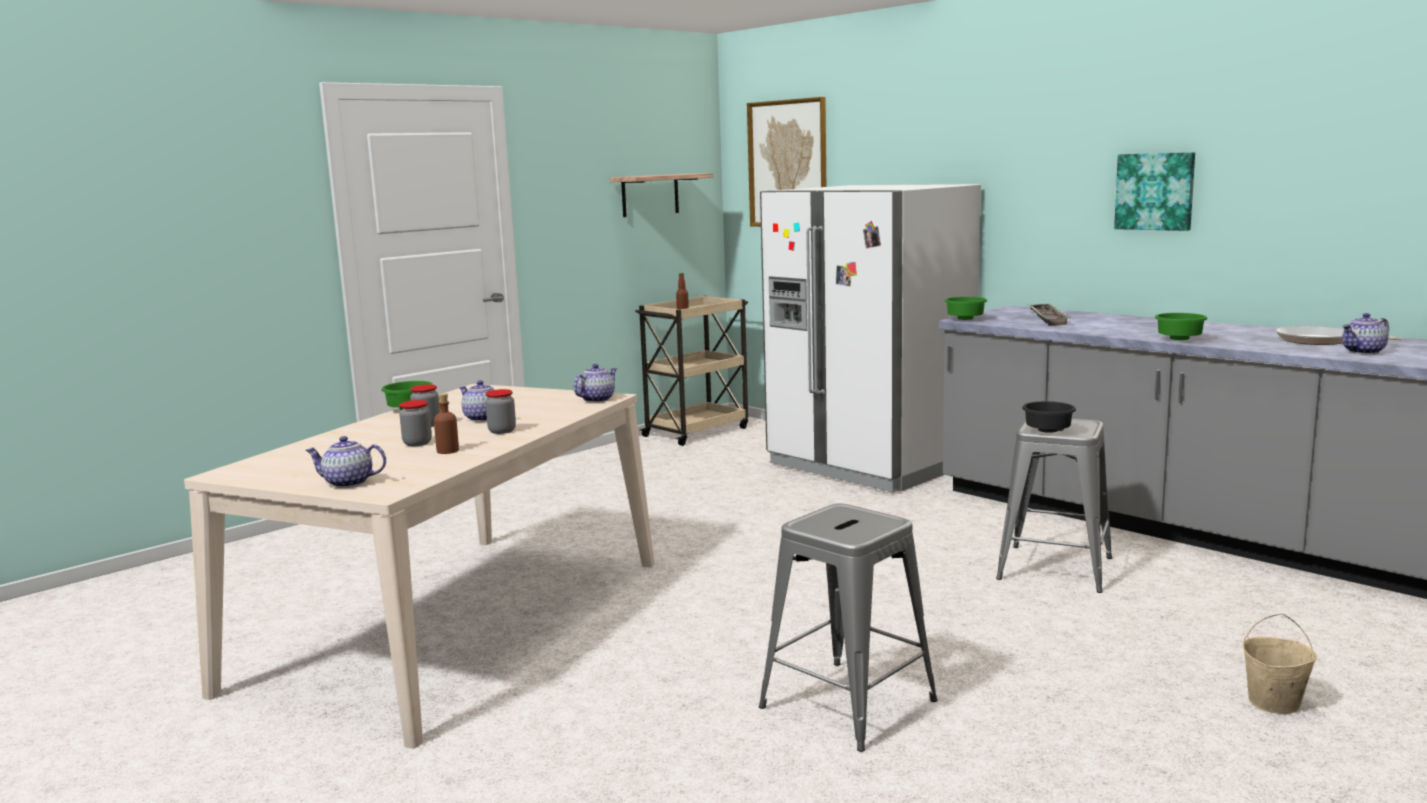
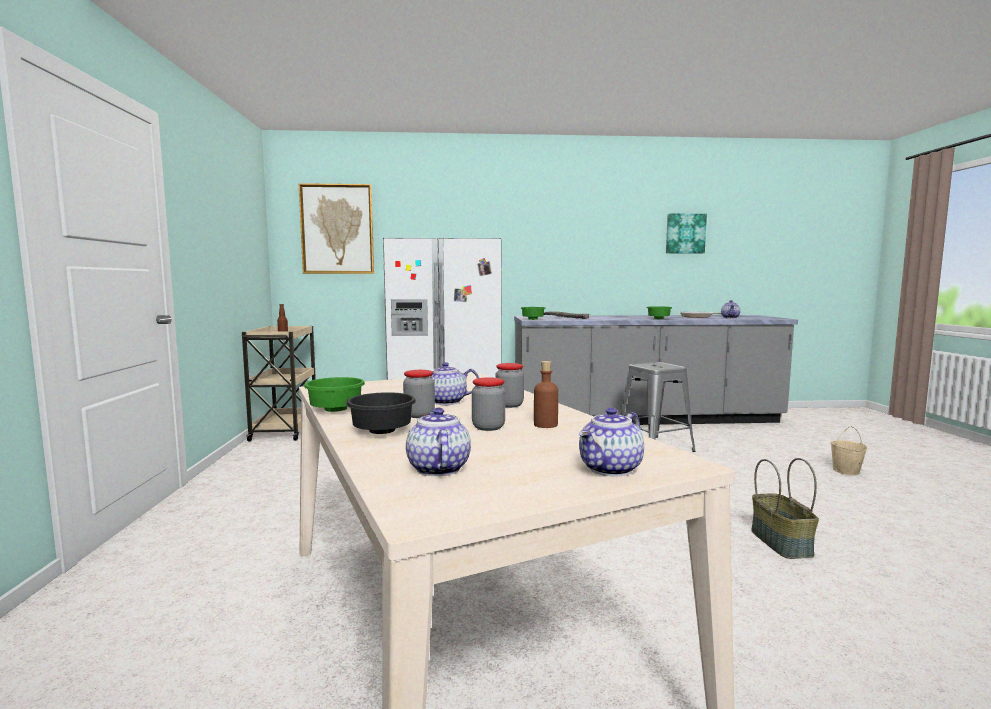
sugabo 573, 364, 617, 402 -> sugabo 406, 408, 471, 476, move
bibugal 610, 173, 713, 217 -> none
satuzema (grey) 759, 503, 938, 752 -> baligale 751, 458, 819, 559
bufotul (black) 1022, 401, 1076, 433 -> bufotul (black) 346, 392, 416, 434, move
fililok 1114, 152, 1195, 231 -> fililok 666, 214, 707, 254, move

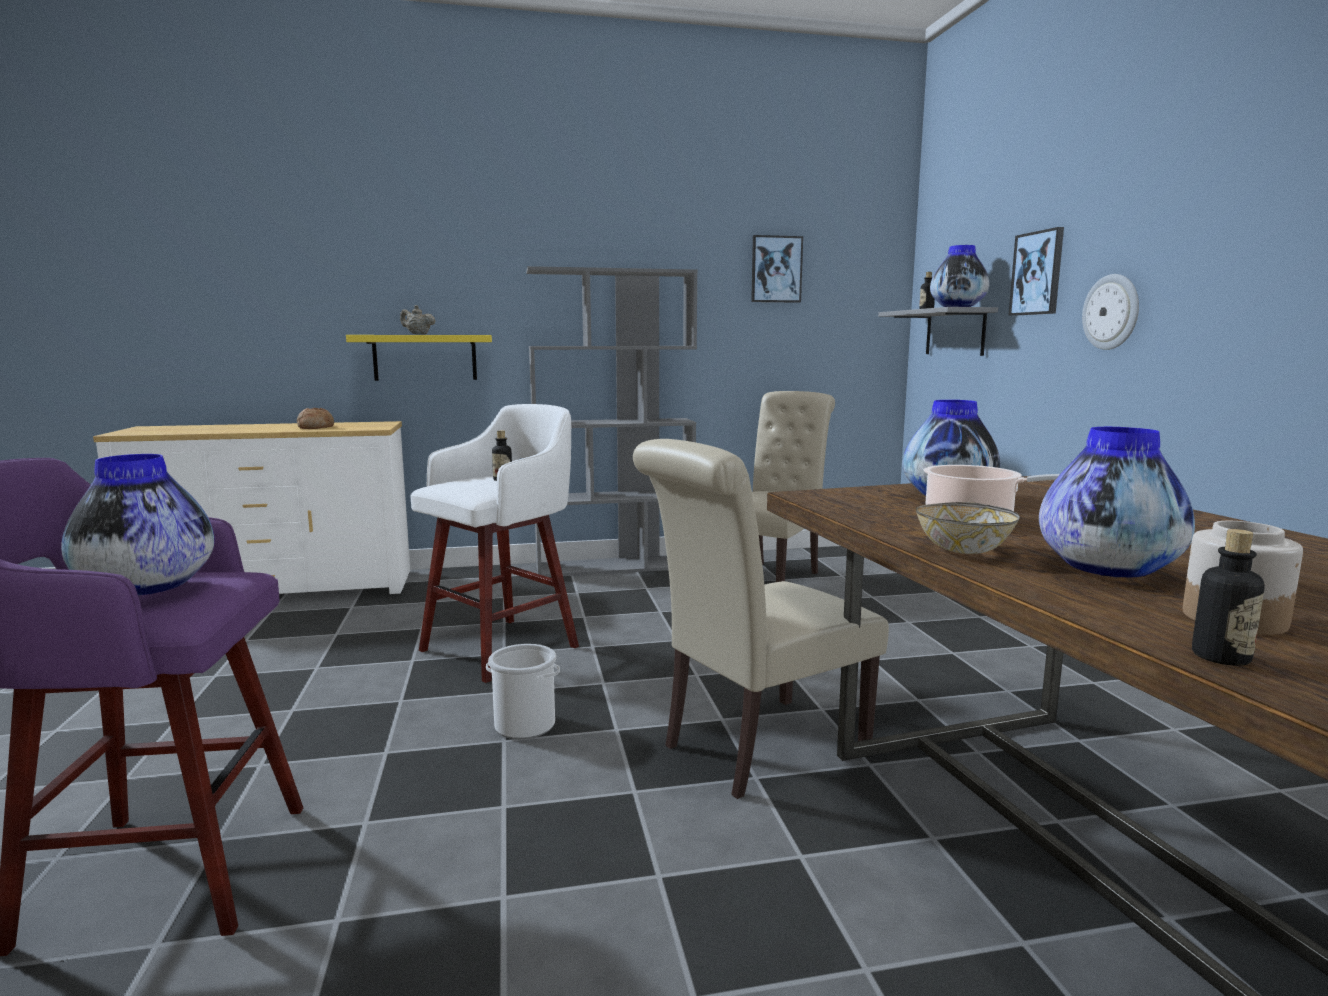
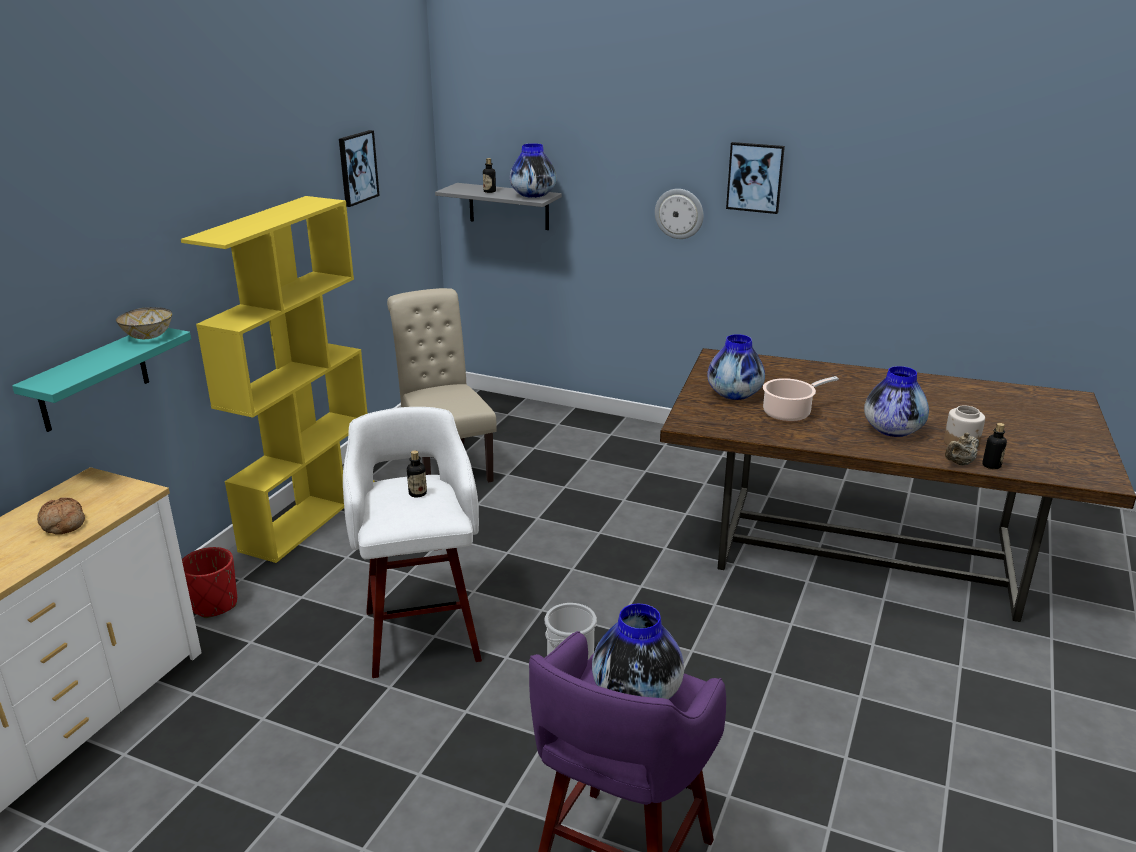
bibugal (yellow) 346, 335, 492, 381 -> bibugal (turquoise) 12, 328, 191, 432
sugabo (beige) 400, 305, 436, 335 -> sugabo (beige) 945, 433, 979, 465, move
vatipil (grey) 526, 266, 698, 577 -> vatipil (yellow) 181, 196, 375, 563
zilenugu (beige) 633, 439, 889, 799 -> none
bufotul 916, 502, 1020, 554 -> bufotul 116, 307, 172, 339, move
fililok 1009, 227, 1064, 316 -> fililok 726, 142, 785, 214, move
none -> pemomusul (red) 182, 547, 237, 618

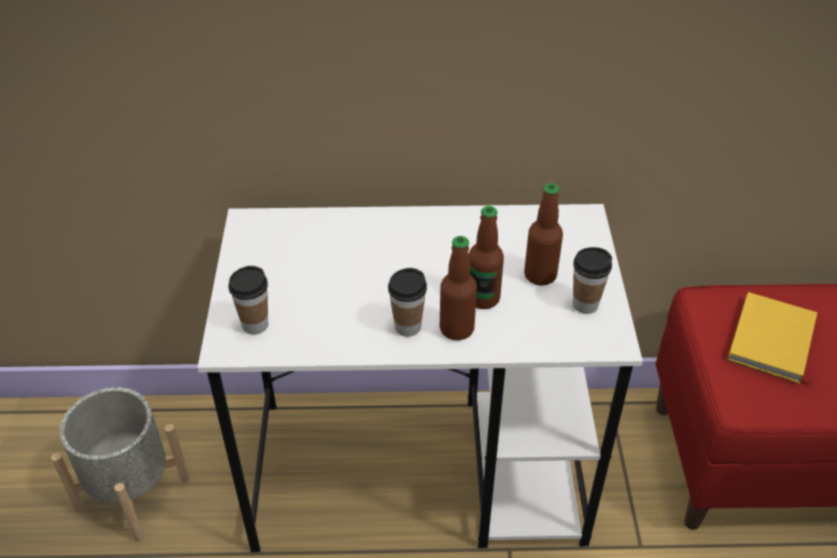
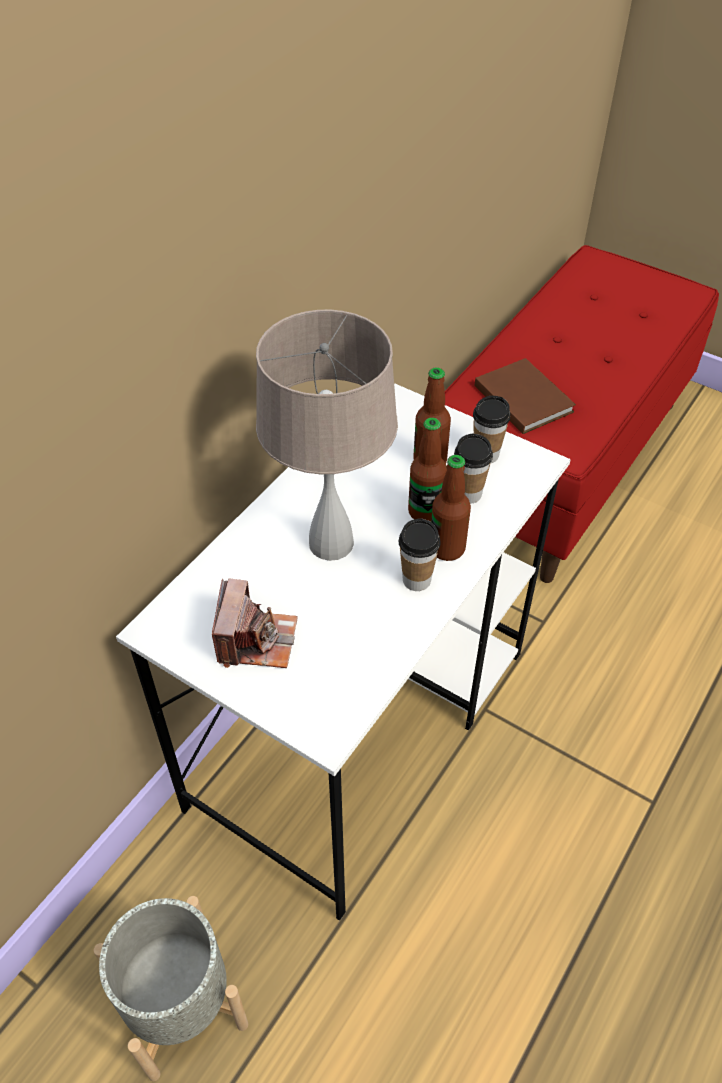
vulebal 228, 266, 268, 335 -> vulebal 454, 434, 493, 504, move
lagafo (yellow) 727, 292, 817, 384 -> lagafo (brown) 475, 358, 576, 434
none -> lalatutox 212, 578, 298, 668
none -> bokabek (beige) 256, 310, 398, 561

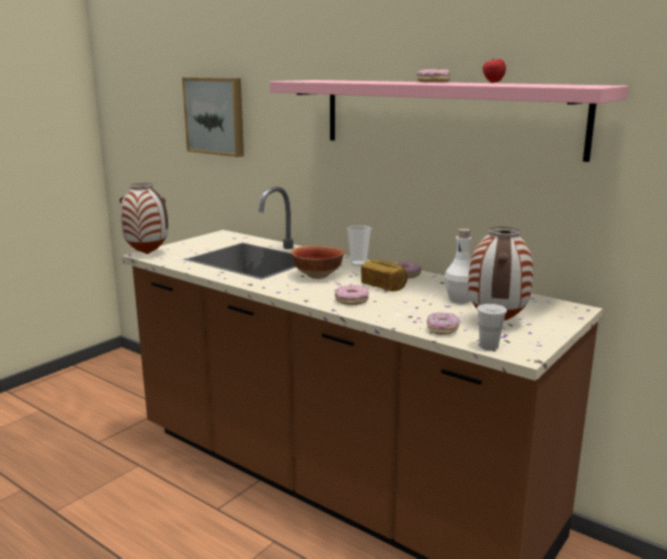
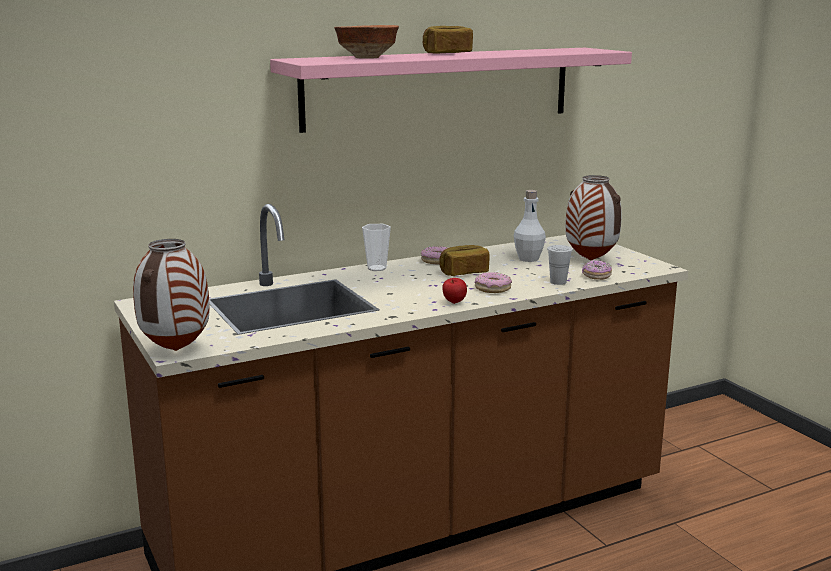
fililok 182, 77, 244, 157 -> none
bufotul 291, 246, 344, 279 -> bufotul 334, 25, 399, 59, move
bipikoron 417, 69, 450, 82 -> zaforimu 423, 26, 473, 54
vulebal (white) 477, 304, 507, 350 -> vulebal (white) 547, 245, 573, 285, move
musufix 483, 58, 506, 83 -> musufix 442, 278, 467, 304, move

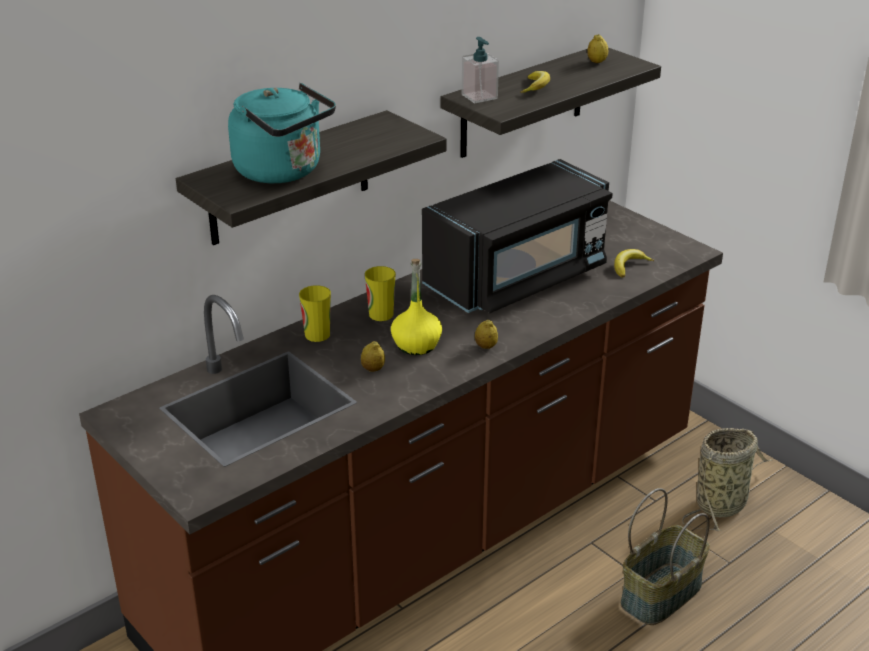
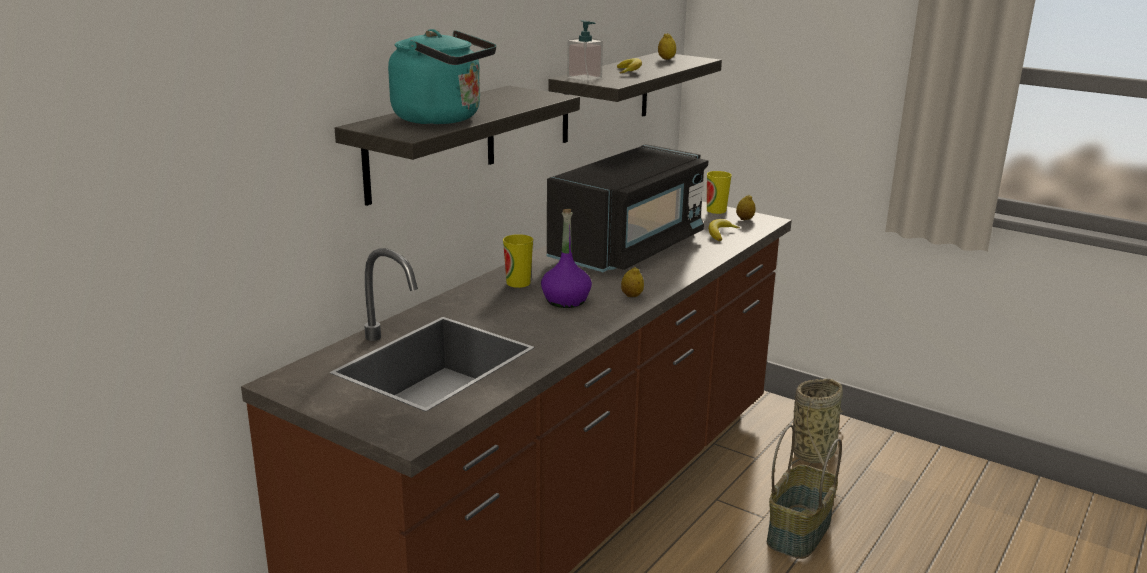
vulebal 299, 285, 331, 342 -> vulebal 707, 171, 732, 214, move
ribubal 361, 341, 385, 372 -> ribubal 736, 195, 756, 220, move
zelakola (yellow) 391, 259, 442, 355 -> zelakola (purple) 541, 209, 592, 308

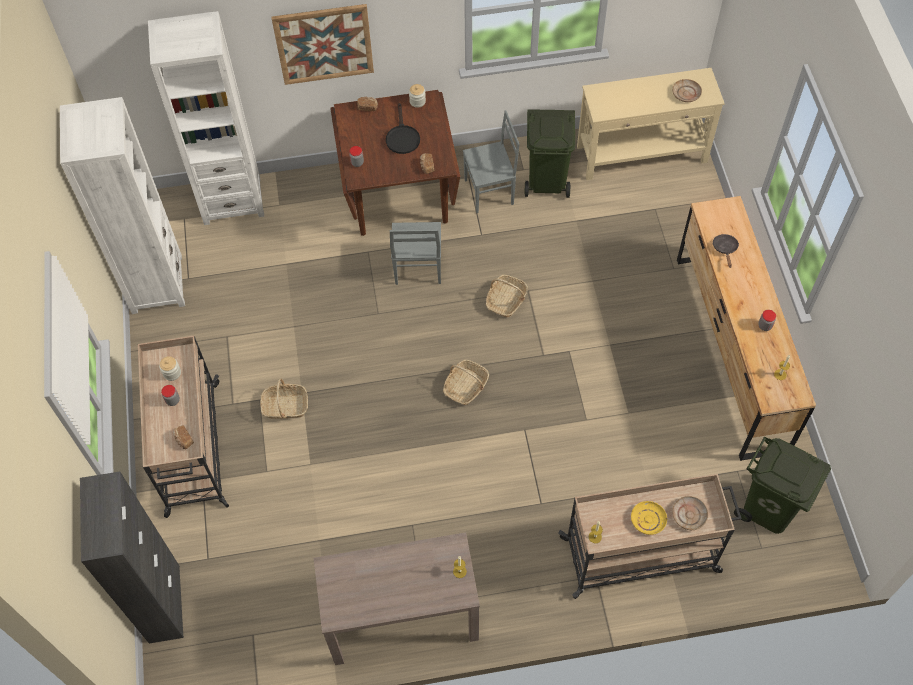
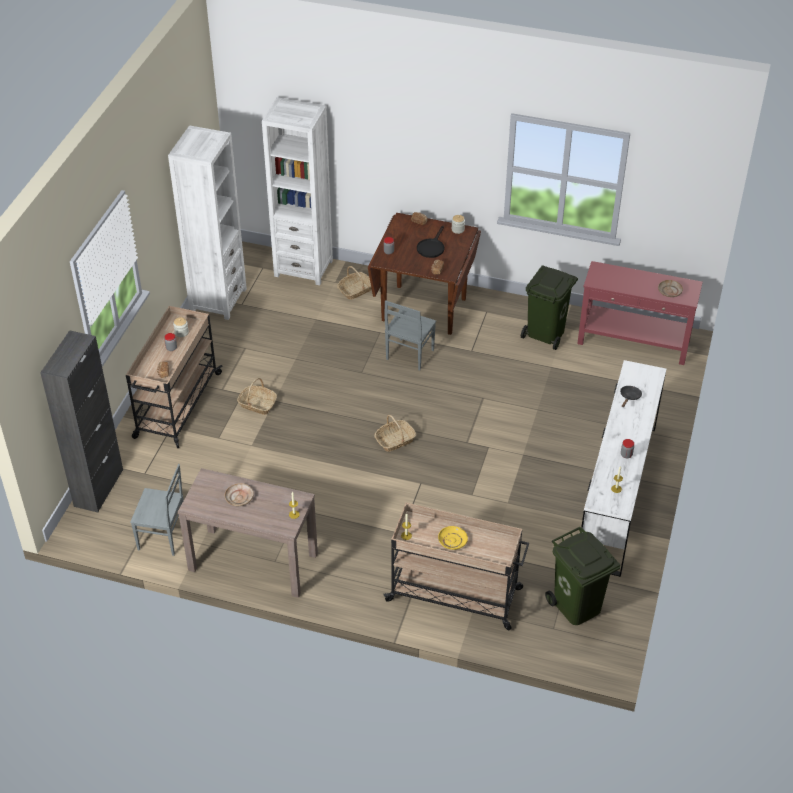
fililok 271, 4, 374, 85 -> none
zilenugu (grey) 463, 110, 520, 213 -> zilenugu (grey) 130, 464, 184, 556, move
baligale 486, 275, 528, 317 -> baligale 337, 266, 372, 300, move
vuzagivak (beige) 577, 68, 725, 180 -> vuzagivak (red) 577, 261, 703, 365
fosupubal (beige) 672, 496, 708, 530 -> fosupubal (beige) 225, 483, 254, 506, move
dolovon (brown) 677, 196, 816, 461 -> dolovon (white) 581, 360, 666, 577

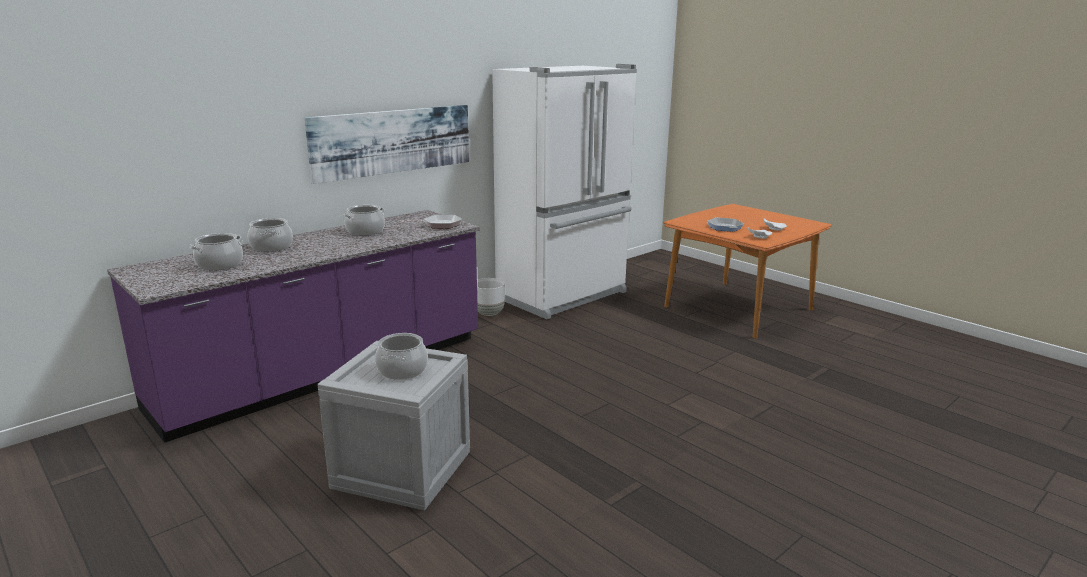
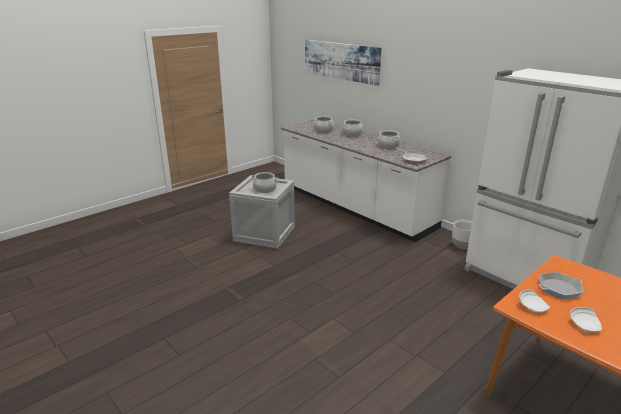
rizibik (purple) 107, 210, 480, 443 -> rizibik (white) 281, 119, 451, 242
fililok 305, 105, 469, 184 -> fililok 305, 40, 381, 86, move

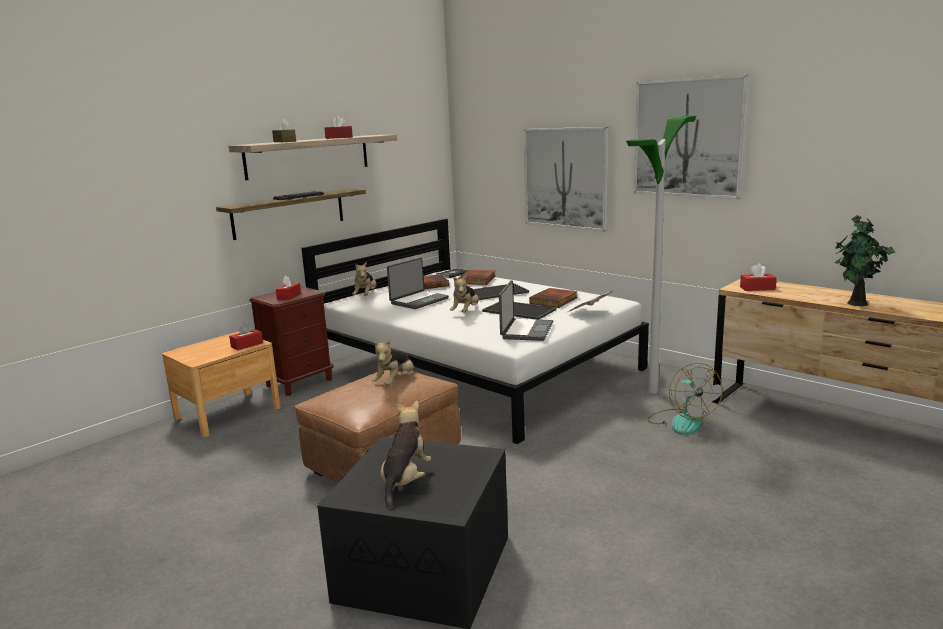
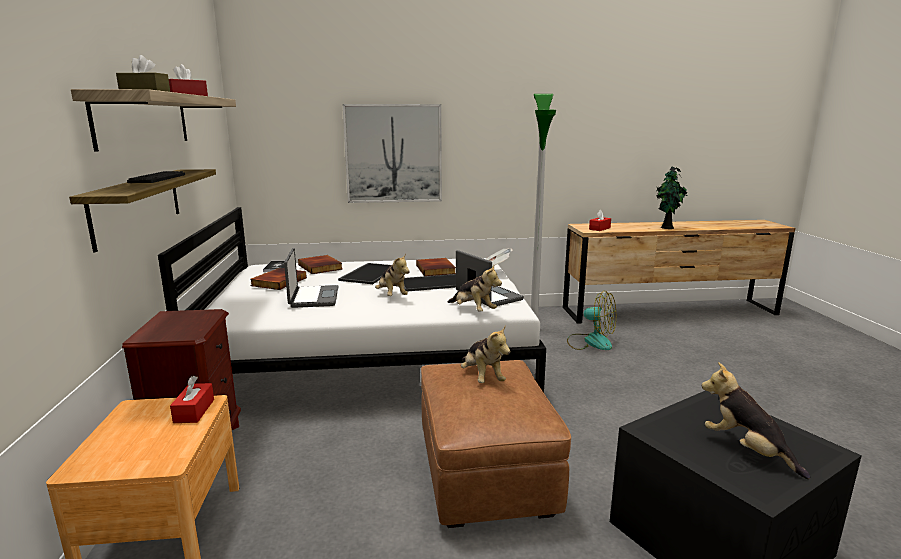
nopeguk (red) 276, 275, 301, 300 -> none
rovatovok 352, 261, 377, 295 -> rovatovok 448, 265, 502, 312, move
fililok 634, 75, 749, 199 -> none

